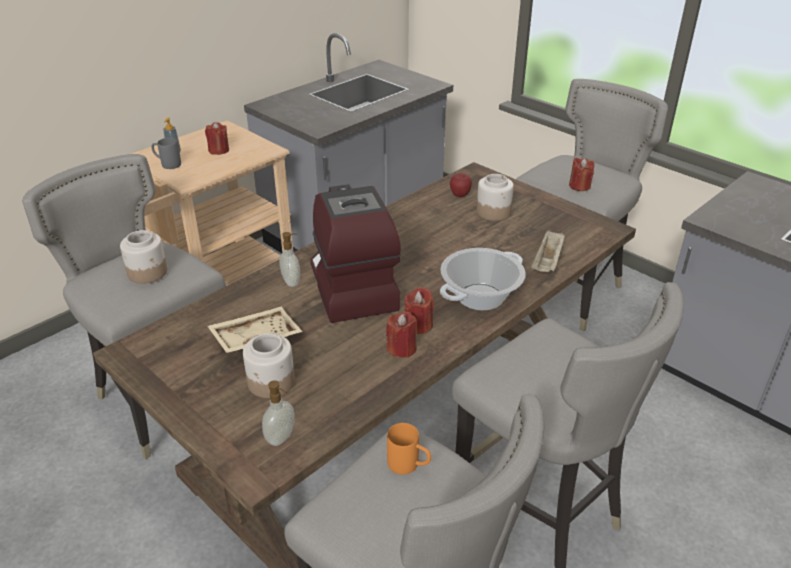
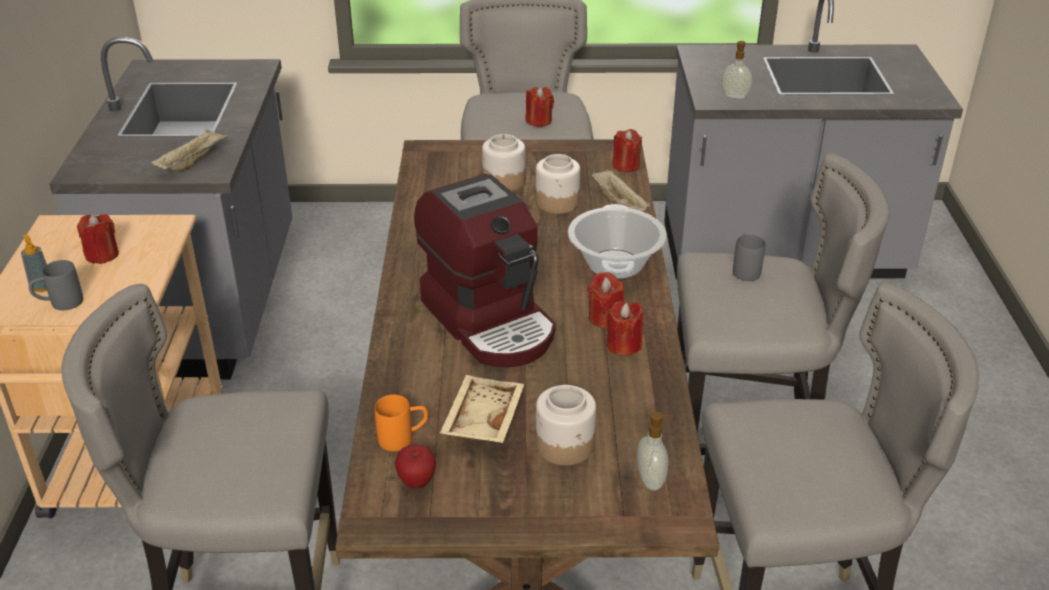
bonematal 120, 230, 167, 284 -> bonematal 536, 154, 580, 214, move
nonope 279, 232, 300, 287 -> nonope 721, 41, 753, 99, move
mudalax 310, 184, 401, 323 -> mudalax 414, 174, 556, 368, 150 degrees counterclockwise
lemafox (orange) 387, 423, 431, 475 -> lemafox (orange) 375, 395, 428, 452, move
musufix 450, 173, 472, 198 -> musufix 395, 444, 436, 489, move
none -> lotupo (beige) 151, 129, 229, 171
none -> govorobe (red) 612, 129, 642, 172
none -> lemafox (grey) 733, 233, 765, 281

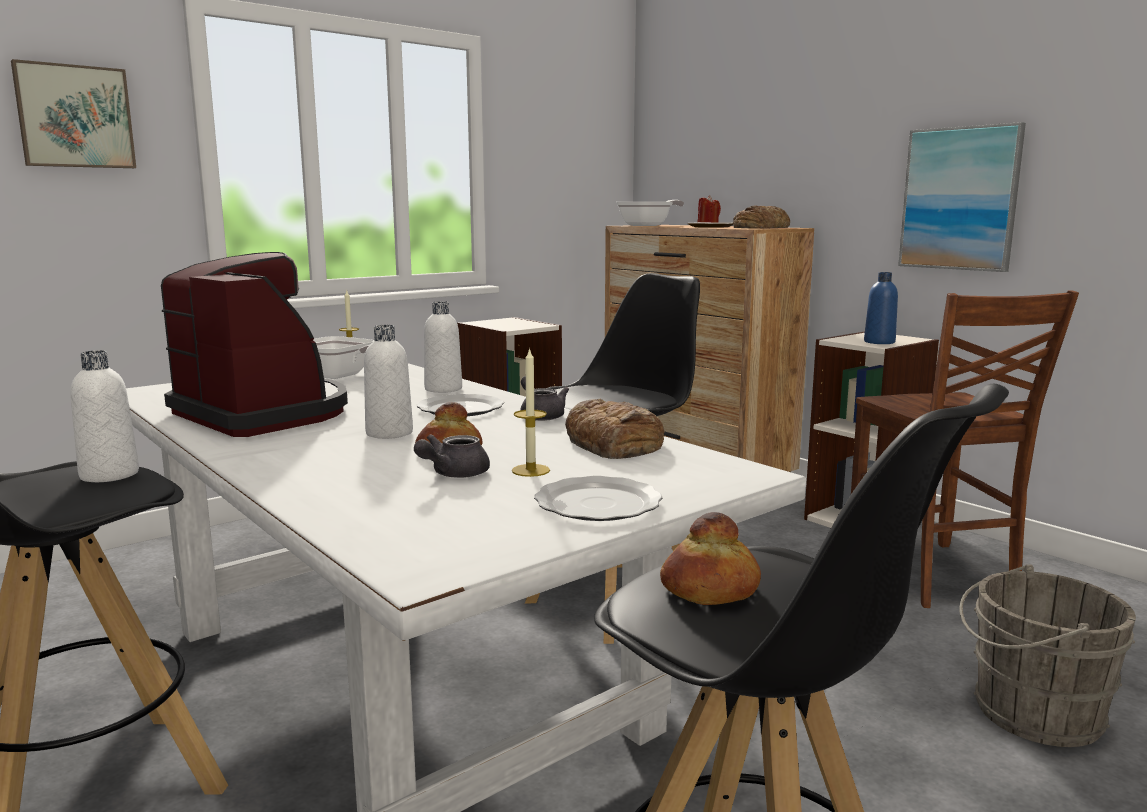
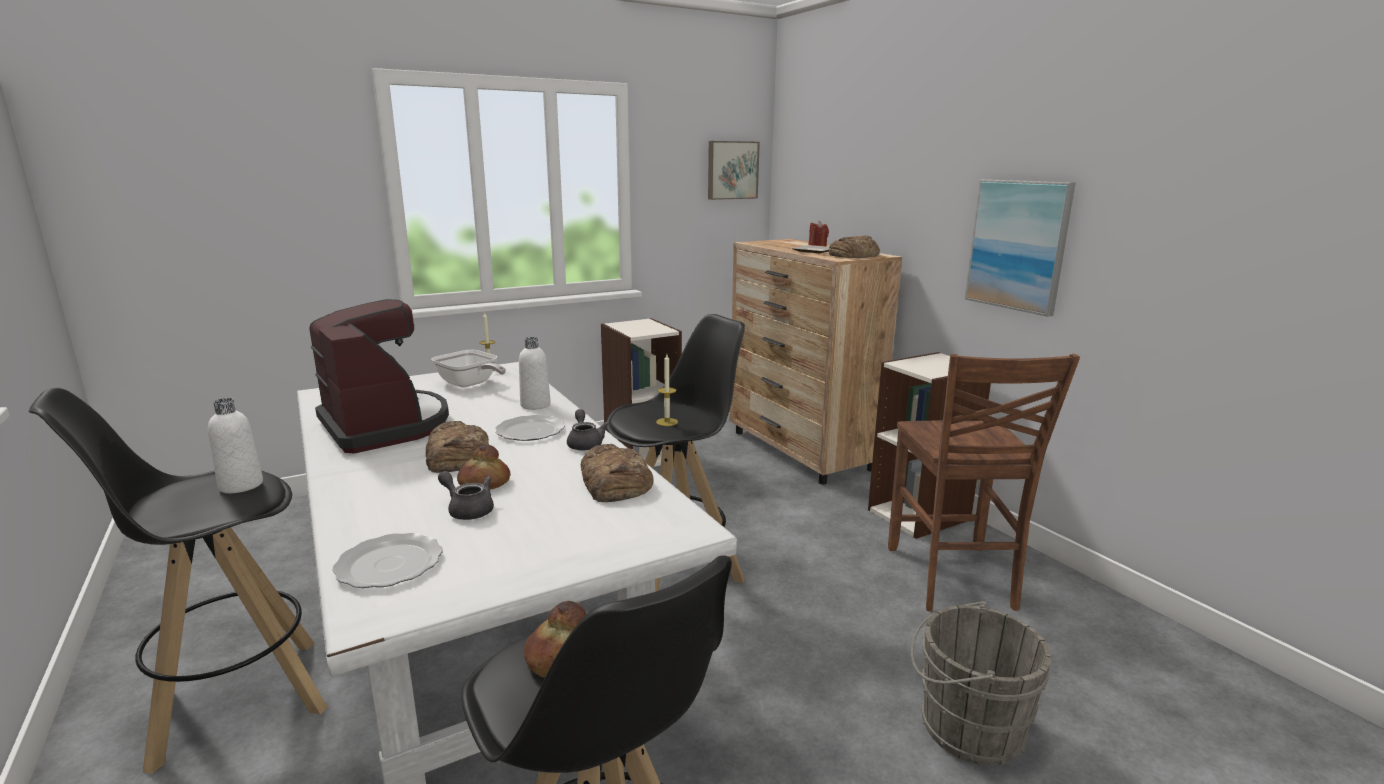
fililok 11, 59, 136, 168 -> fililok 708, 141, 760, 200, move
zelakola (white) 364, 325, 413, 439 -> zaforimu 426, 421, 489, 473
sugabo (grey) 414, 434, 490, 478 -> sugabo (grey) 438, 471, 494, 520, 75 degrees clockwise
govorobe 512, 347, 550, 477 -> govorobe 656, 354, 678, 426, move
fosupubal 534, 476, 663, 521 -> fosupubal 332, 533, 443, 588, move
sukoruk 616, 200, 684, 226 -> none
zelakola (blue) 864, 272, 898, 344 -> none

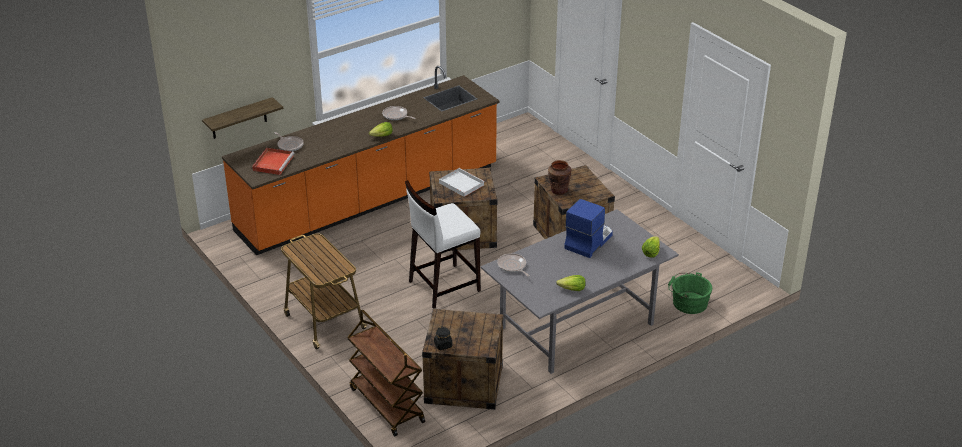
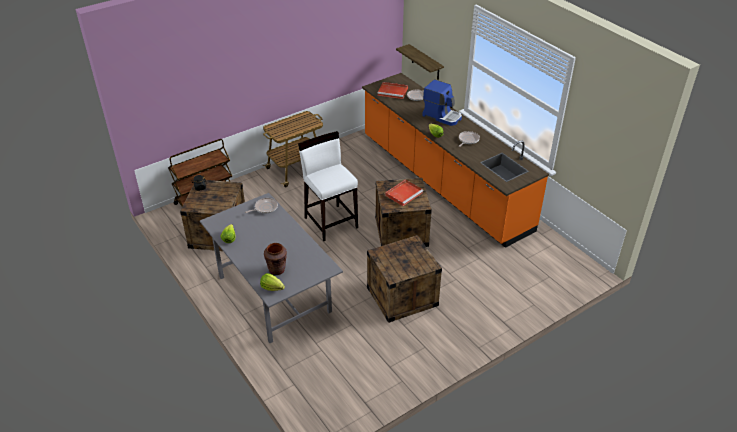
lotupo (white) 439, 168, 485, 197 -> lotupo (red) 385, 179, 424, 206
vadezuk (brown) 548, 160, 571, 195 -> vadezuk (brown) 264, 243, 287, 275, move
mudalax 564, 199, 613, 258 -> mudalax 422, 79, 462, 126, move
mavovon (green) 668, 272, 712, 314 -> none

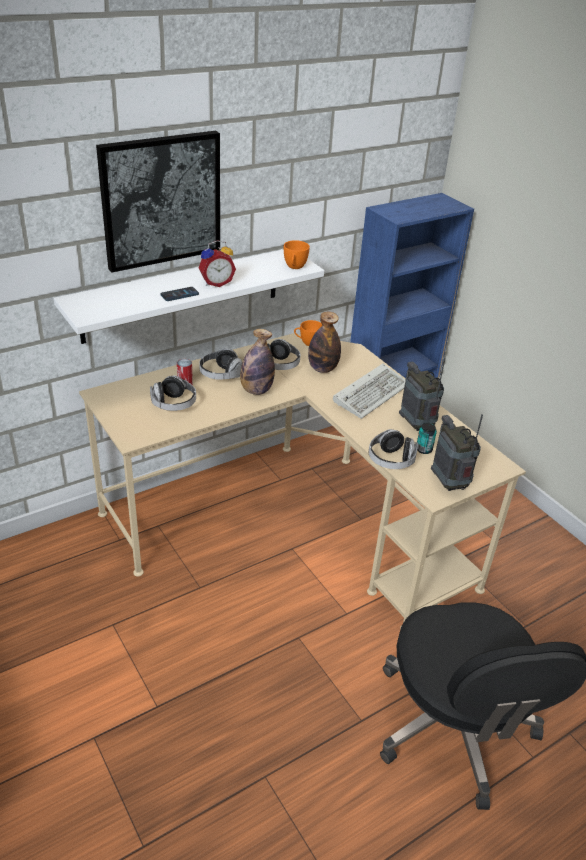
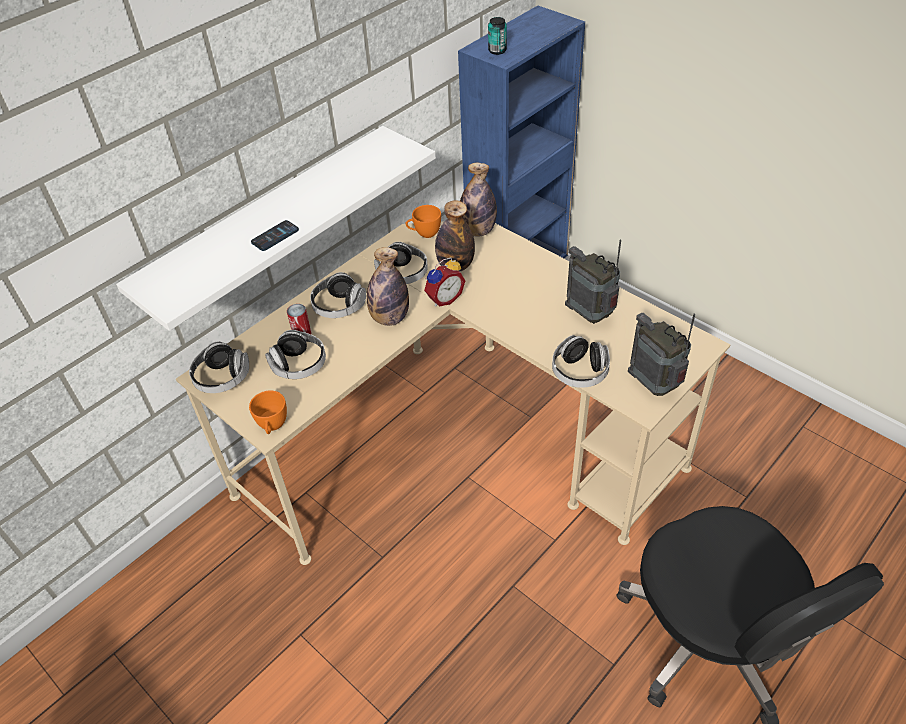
fililok 96, 131, 220, 272 -> none
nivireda 198, 240, 236, 287 -> nivireda 424, 257, 465, 306, move
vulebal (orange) 284, 240, 310, 269 -> vulebal (orange) 249, 390, 287, 434, move
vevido 333, 364, 406, 419 -> none
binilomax 417, 423, 437, 454 -> binilomax 488, 17, 507, 55, move
none -> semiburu 189, 342, 249, 393
none -> zelakola 460, 163, 497, 237

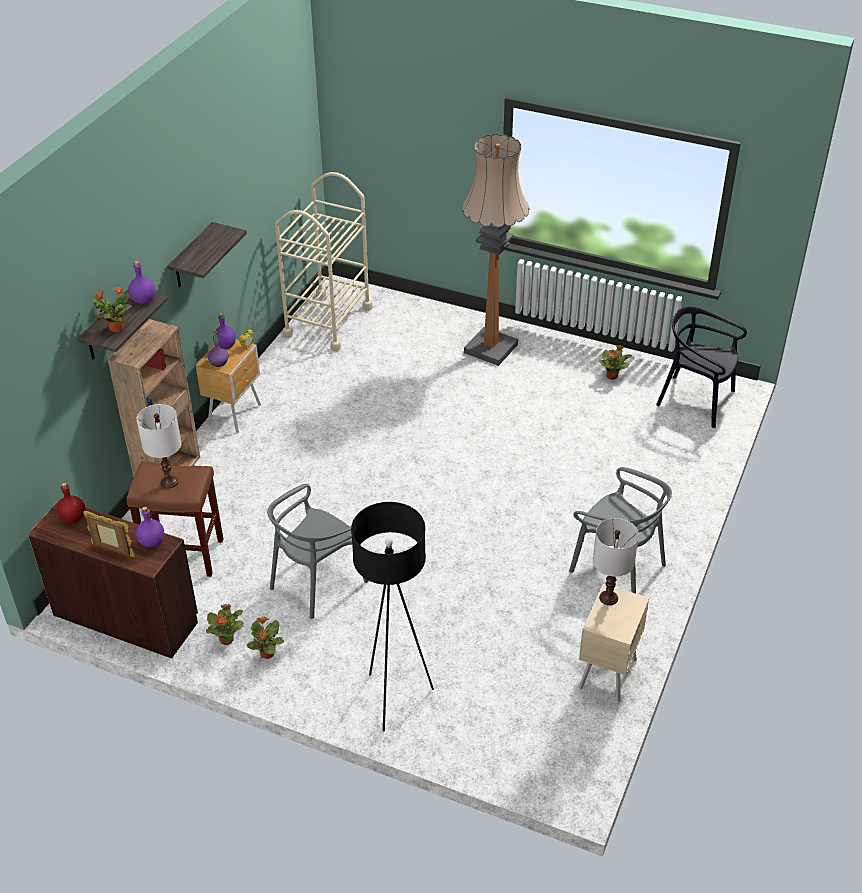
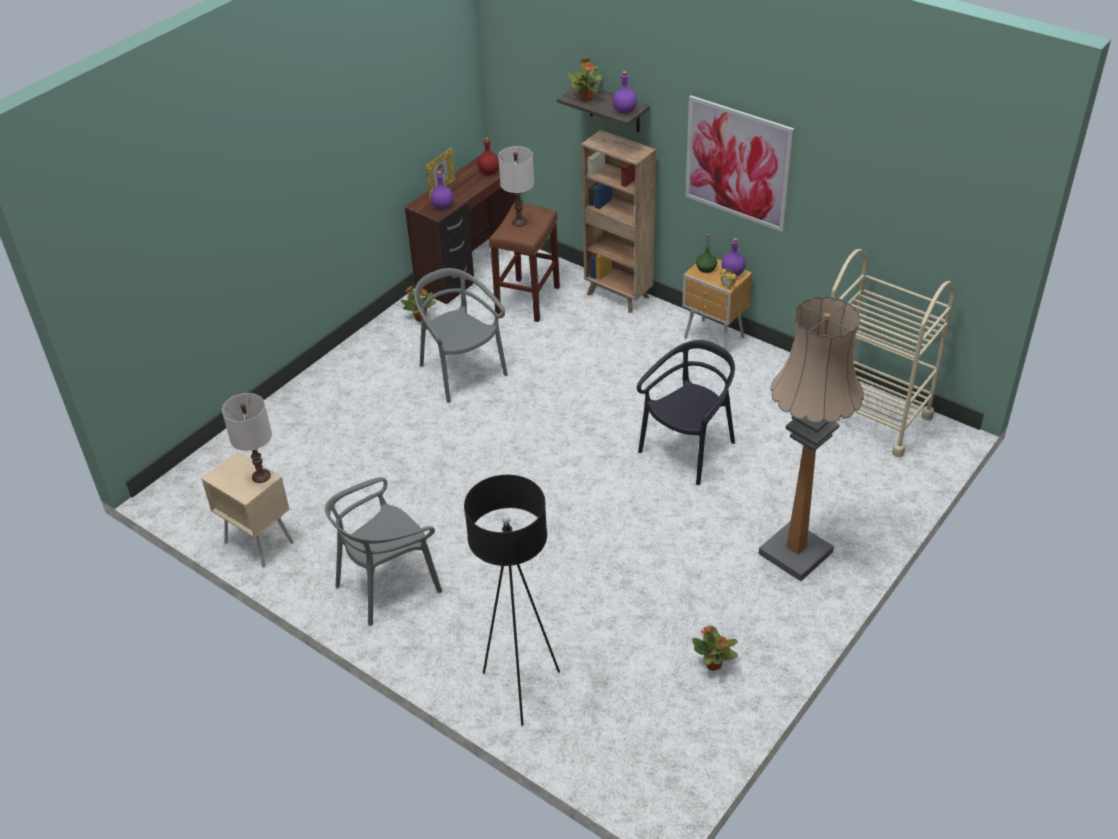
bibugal 167, 222, 247, 287 -> fililok 685, 95, 794, 232
zelakola (purple) 208, 329, 229, 367 -> zelakola (green) 696, 234, 717, 273
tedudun 247, 617, 284, 659 -> none
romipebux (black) 351, 502, 434, 731 -> romipebux (black) 464, 475, 560, 726, move
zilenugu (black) 656, 306, 747, 428 -> zilenugu (black) 637, 340, 735, 485, move

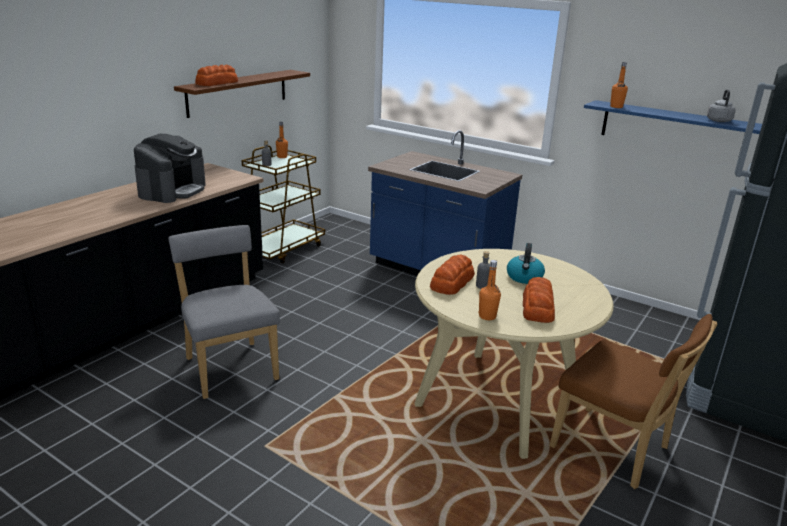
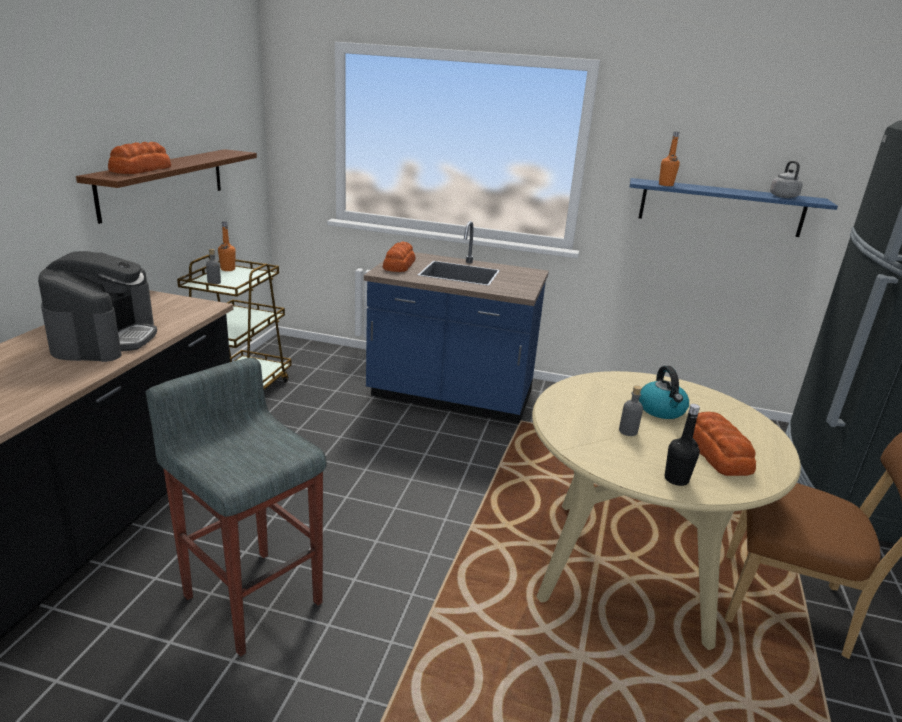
zilenugu (grey) 168, 225, 280, 399 -> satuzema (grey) 146, 358, 326, 656
zaforimu 430, 254, 475, 295 -> zaforimu 383, 242, 416, 272, move
zelakola (orange) 478, 260, 501, 320 -> zelakola (black) 665, 404, 700, 486

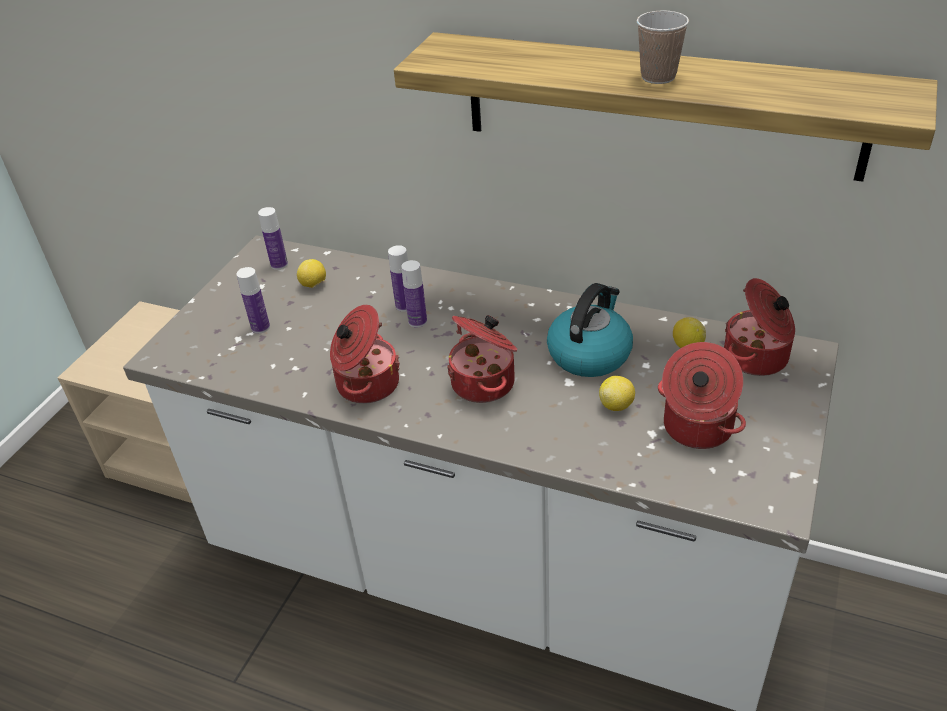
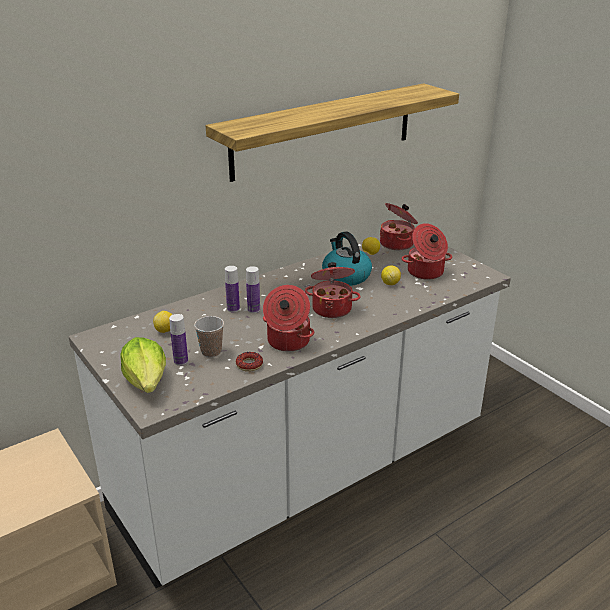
zelakola 258, 207, 288, 270 -> none
vulebal 636, 11, 689, 84 -> vulebal 194, 316, 224, 358, move
none -> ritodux 120, 337, 166, 393
none -> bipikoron 236, 352, 263, 372

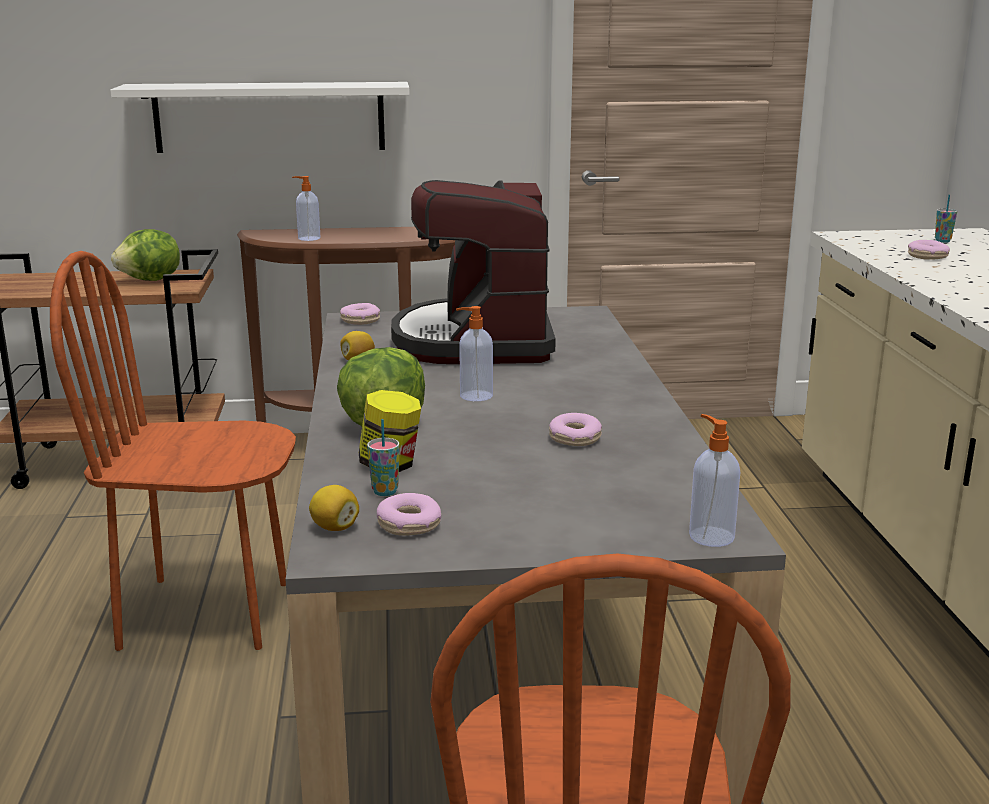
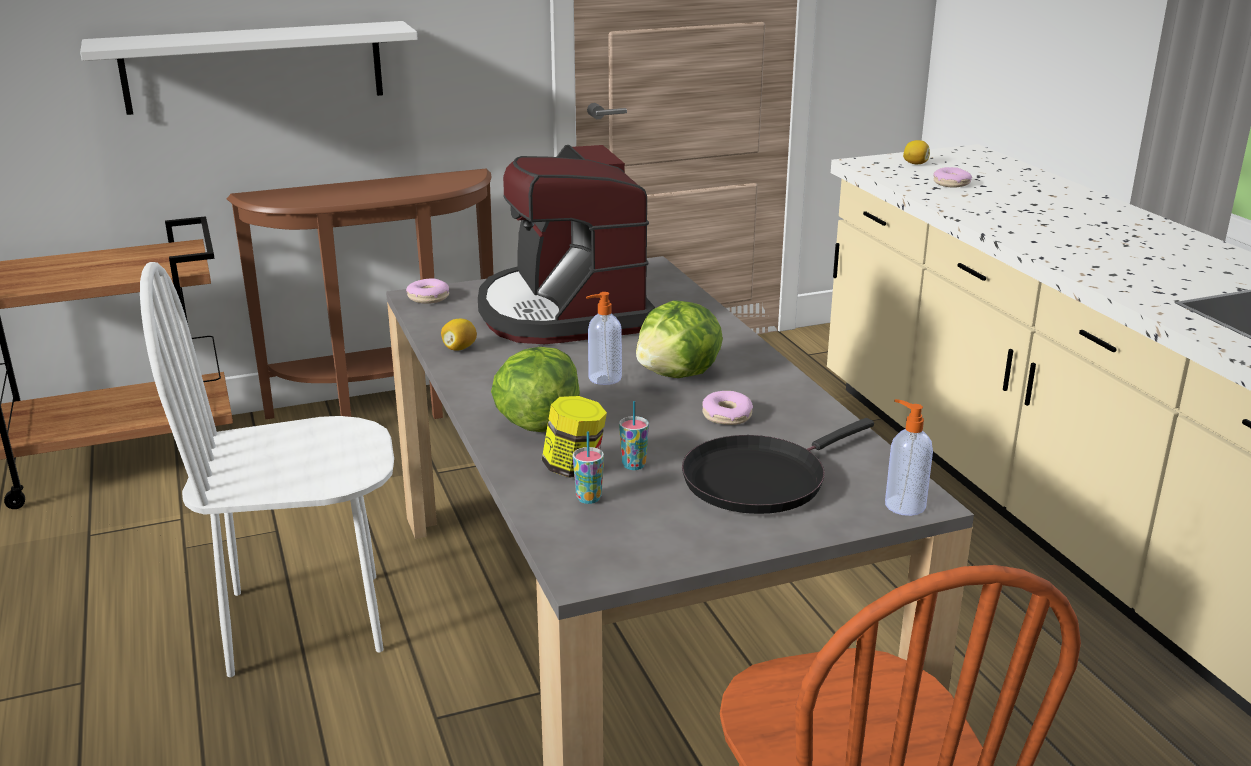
zilenugu (brown) 50, 251, 296, 651 -> zilenugu (white) 140, 262, 394, 677
ritodux 111, 229, 180, 281 -> ritodux 636, 300, 723, 378, move
nonope 292, 176, 321, 241 -> none
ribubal 309, 485, 359, 531 -> ribubal 903, 140, 930, 164, move
bipikoron 377, 493, 441, 536 -> none
vulebal 935, 195, 957, 243 -> vulebal 619, 401, 649, 470, move
none -> sukoruk (black) 682, 418, 874, 514

